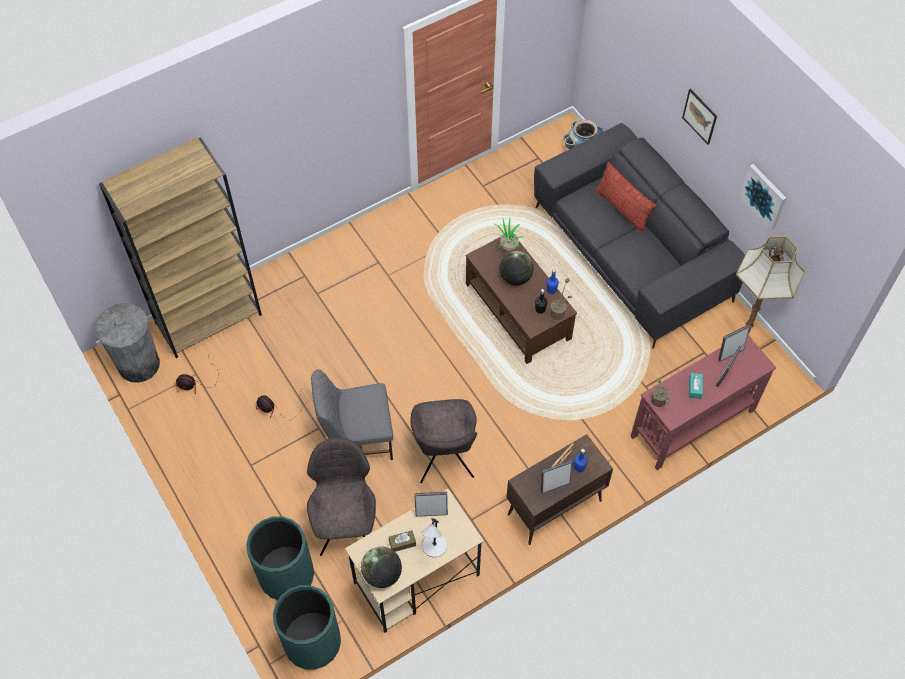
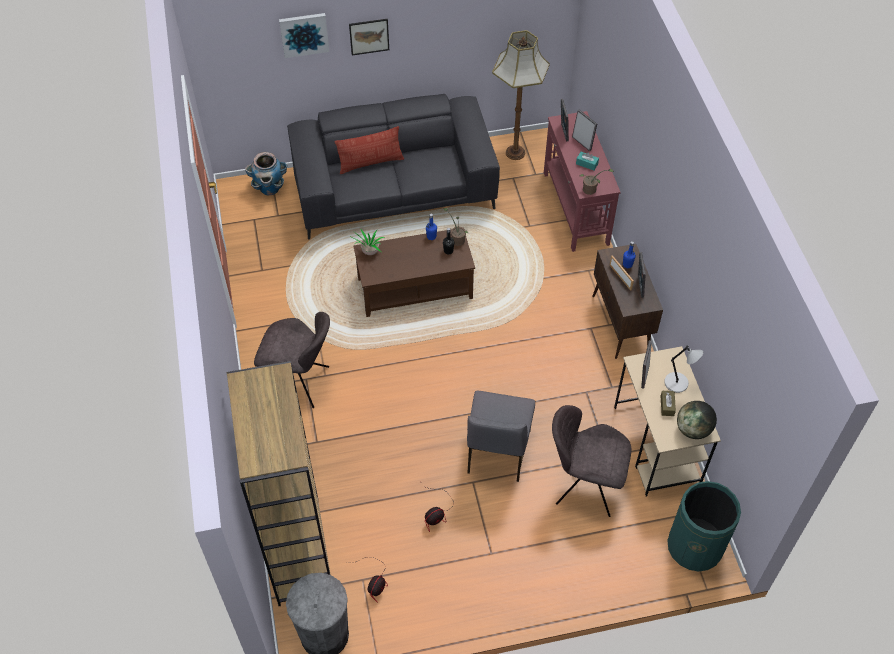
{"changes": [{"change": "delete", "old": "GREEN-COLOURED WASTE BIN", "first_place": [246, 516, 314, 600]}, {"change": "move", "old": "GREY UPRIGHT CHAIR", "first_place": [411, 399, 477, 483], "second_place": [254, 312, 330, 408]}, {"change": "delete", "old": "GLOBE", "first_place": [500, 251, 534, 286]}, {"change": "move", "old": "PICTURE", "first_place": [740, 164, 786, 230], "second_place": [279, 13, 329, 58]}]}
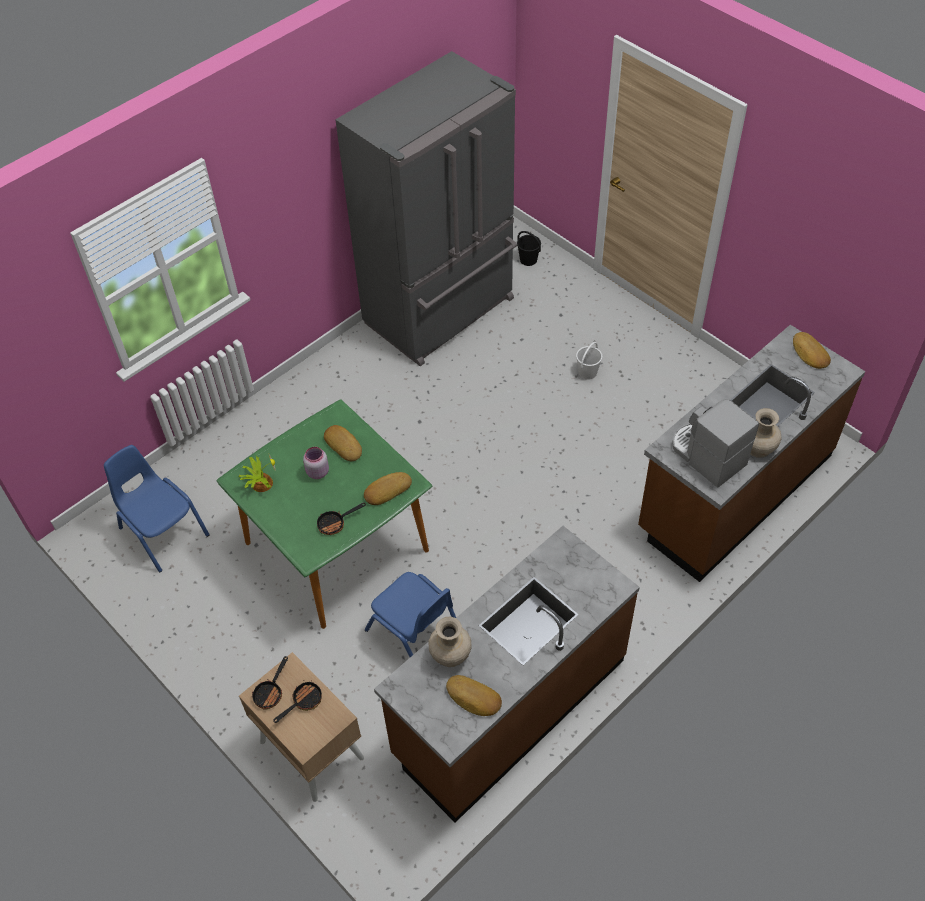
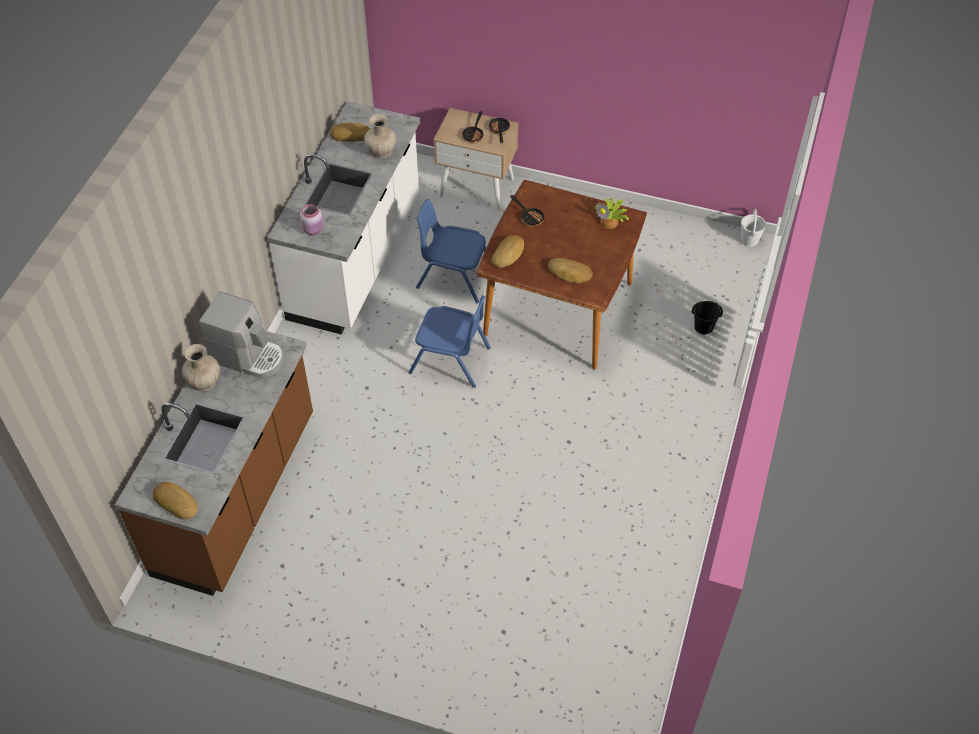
{"changes": [{"change": "move", "old": "BLUISH UPRIGHT CHAIR", "first_place": [104, 445, 209, 572], "second_place": [409, 296, 491, 388]}, {"change": "recolor", "old": "GREEN-COLOURED DINNER TABLE", "new": "BROWNISH DINNER TABLE", "first_place": [217, 399, 433, 629], "second_place": [476, 180, 647, 370]}, {"change": "move", "old": "PINK JAR", "first_place": [303, 447, 329, 479], "second_place": [300, 204, 323, 235]}, {"change": "rotate", "old": "PAN", "first_place": [317, 503, 366, 535], "second_place": [510, 195, 544, 227], "degrees": 105}, {"change": "delete", "old": "GREY REFRIGERATOR", "first_place": [335, 51, 517, 366]}, {"change": "recolor", "old": "BROWNISH KITCHEN COUNTER", "new": "WHITE KITCHEN COUNTER", "first_place": [374, 526, 640, 823], "second_place": [267, 102, 420, 334]}, {"change": "move", "old": "BLACK PAIL", "first_place": [517, 231, 541, 266], "second_place": [691, 301, 723, 335]}, {"change": "move", "old": "WHITE PAIL", "first_place": [576, 342, 602, 380], "second_place": [741, 209, 766, 246]}]}
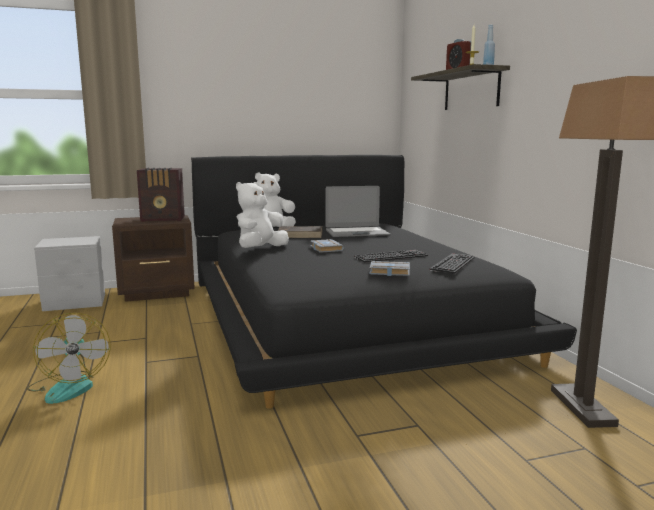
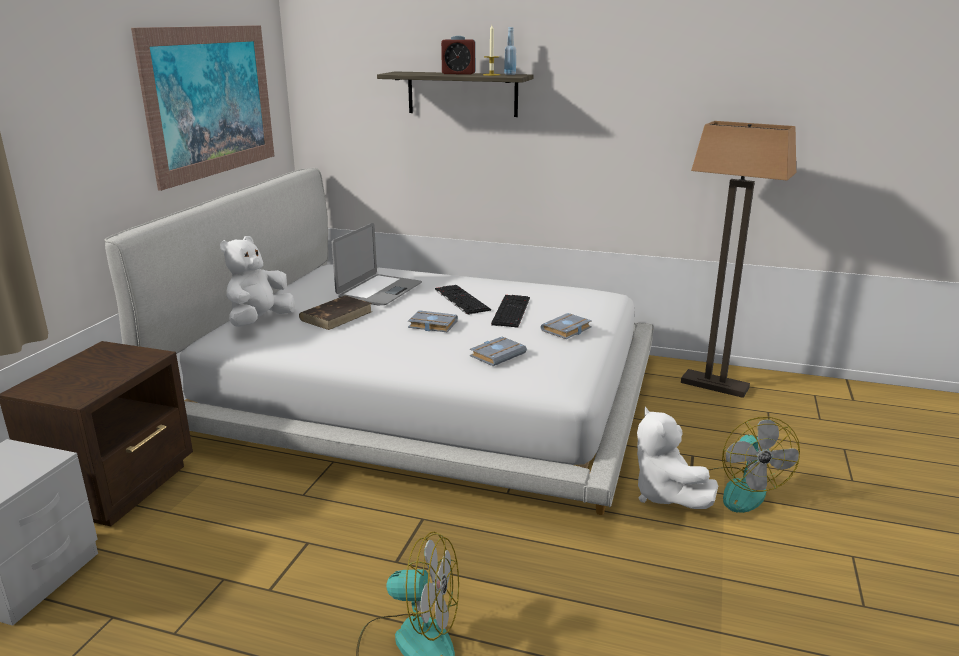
{"changes": [{"change": "delete", "old": "RADIO RECEIVER", "first_place": [137, 168, 185, 222]}, {"change": "recolor", "old": "BLACK BEDROOM BED", "new": "WHITE BEDROOM BED", "first_place": [191, 155, 577, 409], "second_place": [105, 167, 654, 515]}, {"change": "move", "old": "WHITE CUDDLY TOY", "first_place": [236, 182, 289, 248], "second_place": [637, 407, 718, 509]}, {"change": "move", "old": "COMPUTER KEYBOARD", "first_place": [430, 254, 475, 274], "second_place": [435, 285, 491, 315]}, {"change": "insert", "new": "PICTURE", "second_place": [131, 25, 274, 191]}, {"change": "insert", "new": "GREY VOLUME", "second_place": [470, 336, 527, 366]}, {"change": "insert", "new": "COOLING FAN", "second_place": [709, 417, 800, 513]}]}
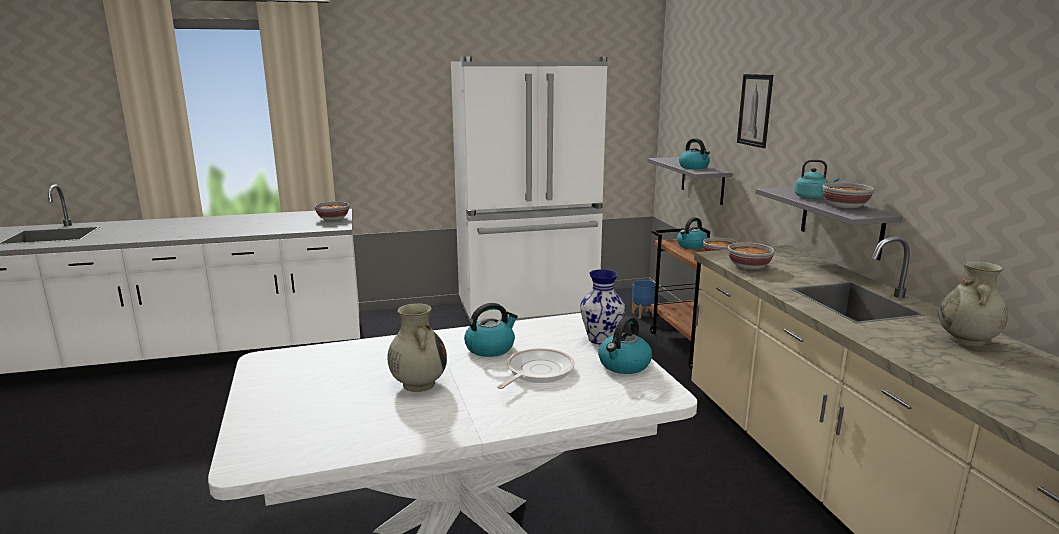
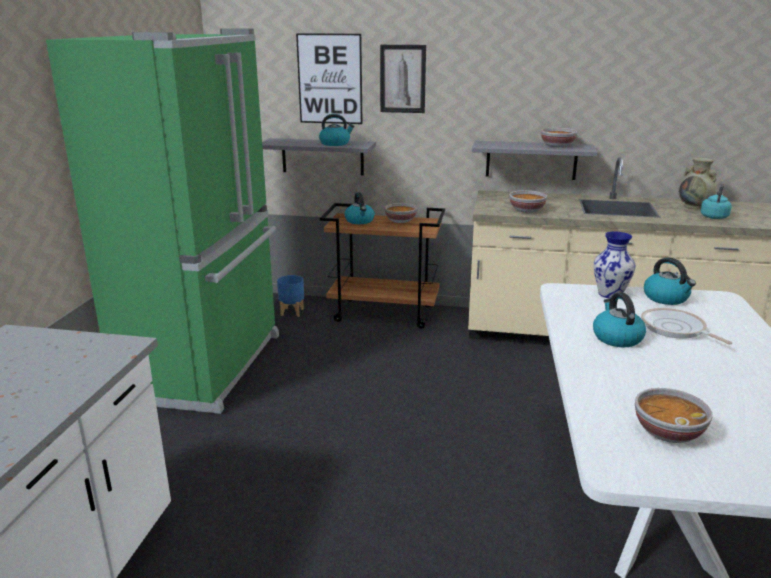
{"changes": [{"change": "move", "old": "SERVING BOWL", "first_place": [314, 202, 349, 221], "second_place": [635, 388, 712, 443]}, {"change": "delete", "old": "BEIGE DECORATIVE VASE", "first_place": [387, 303, 447, 392]}, {"change": "recolor", "old": "WHITE REFRIGERATOR", "new": "GREEN-COLOURED REFRIGERATOR", "first_place": [451, 56, 608, 322], "second_place": [46, 29, 279, 414]}, {"change": "move", "old": "TURQUOISE TEA KETTLE", "first_place": [794, 160, 839, 199], "second_place": [700, 184, 732, 219]}, {"change": "insert", "new": "PICTURE", "second_place": [296, 33, 363, 124]}]}
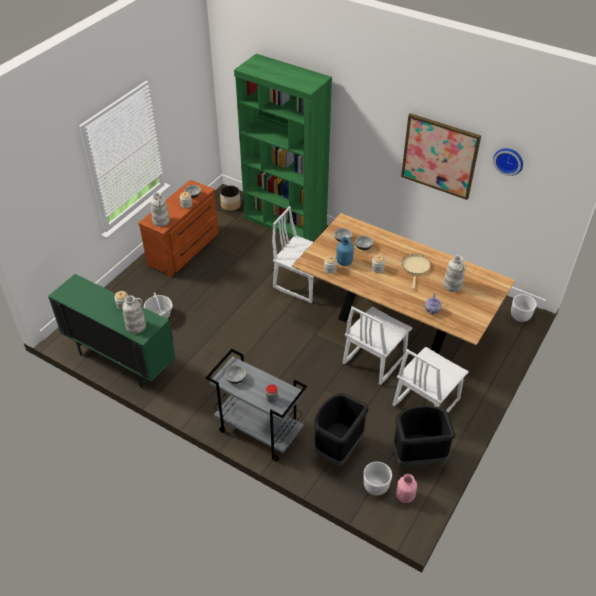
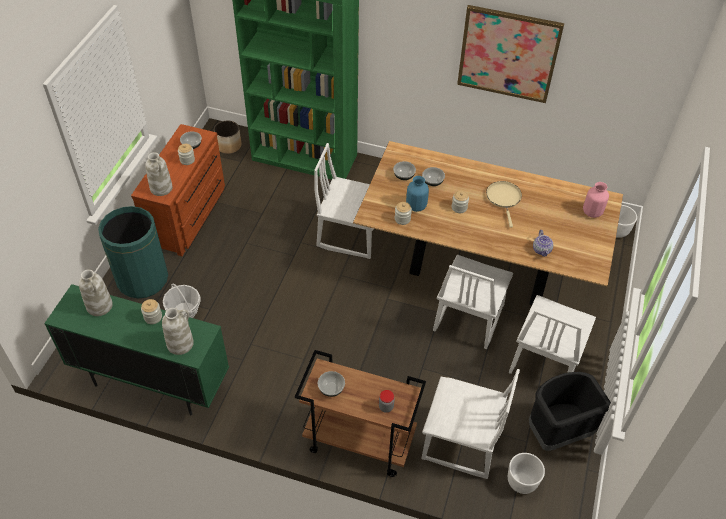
{"changes": [{"change": "recolor", "old": "GREY WHEELED CART", "new": "BROWNISH WHEELED CART", "first_place": [206, 349, 307, 462], "second_place": [295, 350, 426, 477]}, {"change": "replace", "old": "BLACK WASTE BIN", "new": "WHITE UPRIGHT CHAIR", "first_place": [314, 393, 368, 466], "second_place": [422, 369, 520, 479]}, {"change": "move", "old": "PINK DECORATIVE VASE", "first_place": [396, 474, 417, 503], "second_place": [583, 182, 609, 218]}, {"change": "move", "old": "WHITE DECORATIVE VASE", "first_place": [443, 255, 465, 292], "second_place": [79, 270, 113, 316]}, {"change": "delete", "old": "HANGING CLOCK", "first_place": [493, 148, 523, 176]}, {"change": "insert", "new": "GREEN-COLOURED WASTE BIN", "second_place": [98, 206, 168, 299]}]}
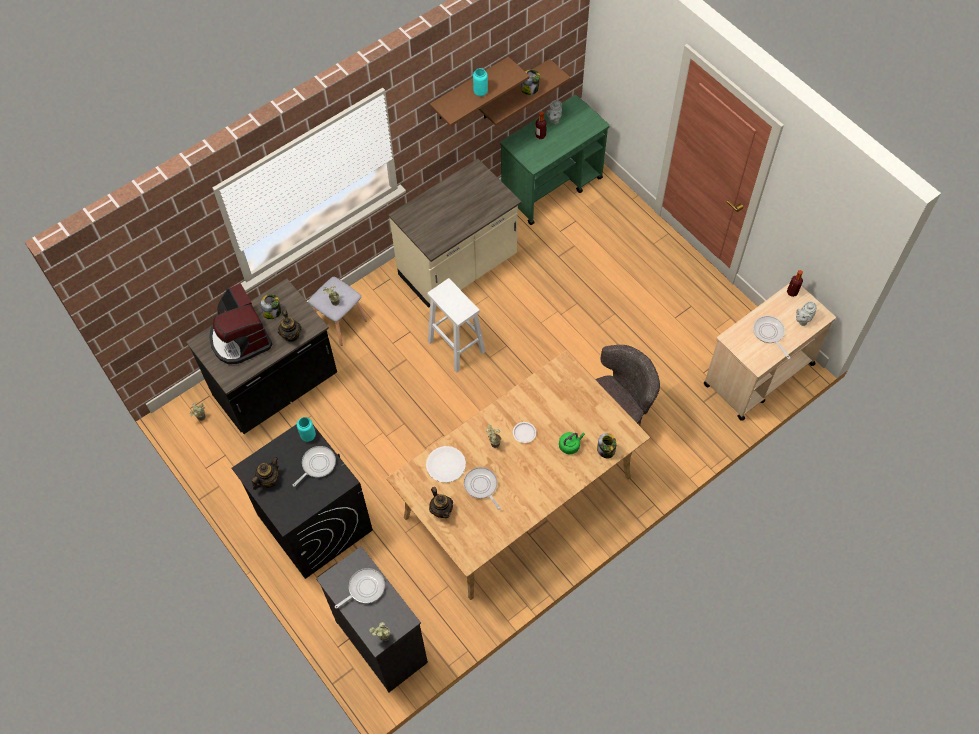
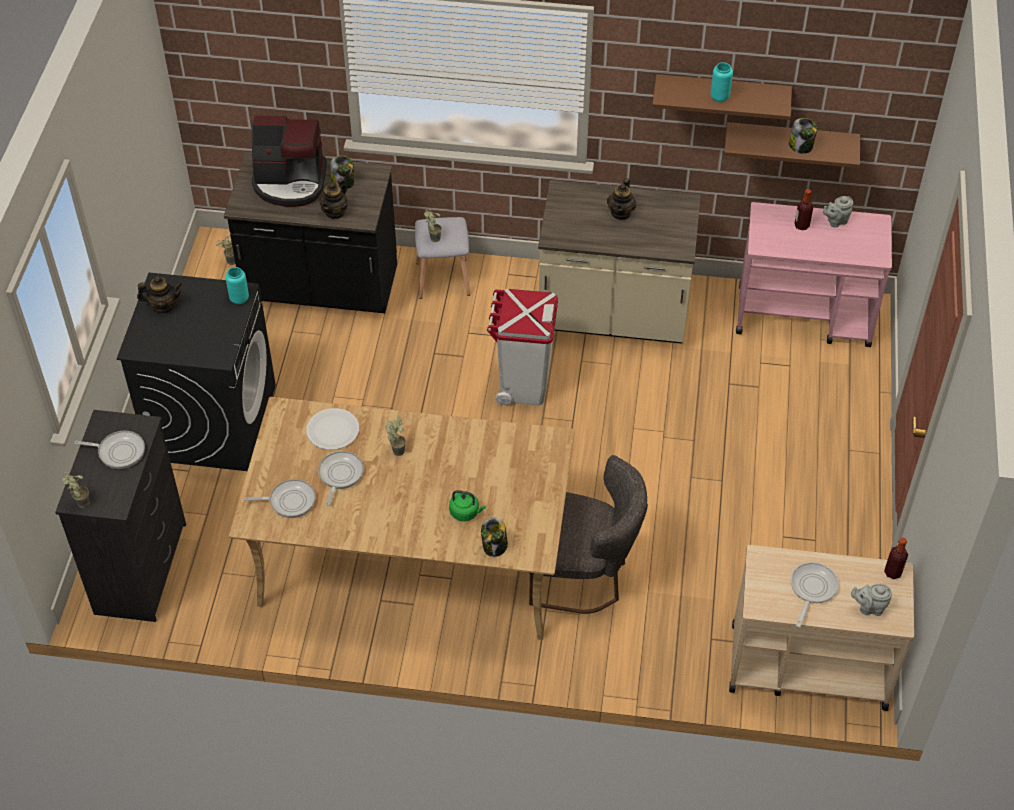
{"changes": [{"change": "rotate", "old": "COFFEE BREWER", "first_place": [209, 283, 272, 364], "second_place": [252, 115, 327, 207], "degrees": -105}, {"change": "move", "old": "PAN", "first_place": [293, 446, 336, 487], "second_place": [244, 479, 316, 518]}, {"change": "replace", "old": "WHITE STOOL", "new": "WHITE WASTE BIN", "first_place": [427, 278, 486, 372], "second_place": [487, 289, 558, 405]}, {"change": "move", "old": "TEAPOT", "first_place": [429, 487, 453, 518], "second_place": [607, 178, 636, 220]}, {"change": "recolor", "old": "GREEN-COLOURED WHEELED CART", "new": "PINK WHEELED CART", "first_place": [500, 95, 610, 225], "second_place": [736, 202, 892, 347]}, {"change": "delete", "old": "WHITE FLAT DISH", "first_place": [513, 422, 536, 443]}]}
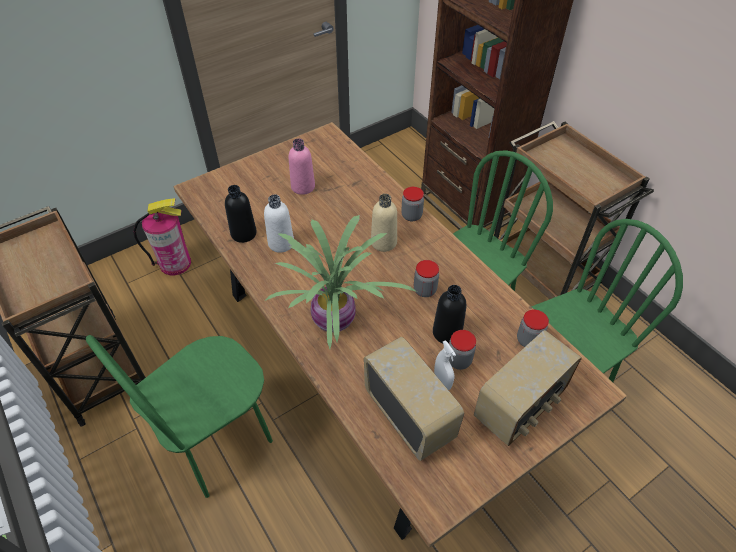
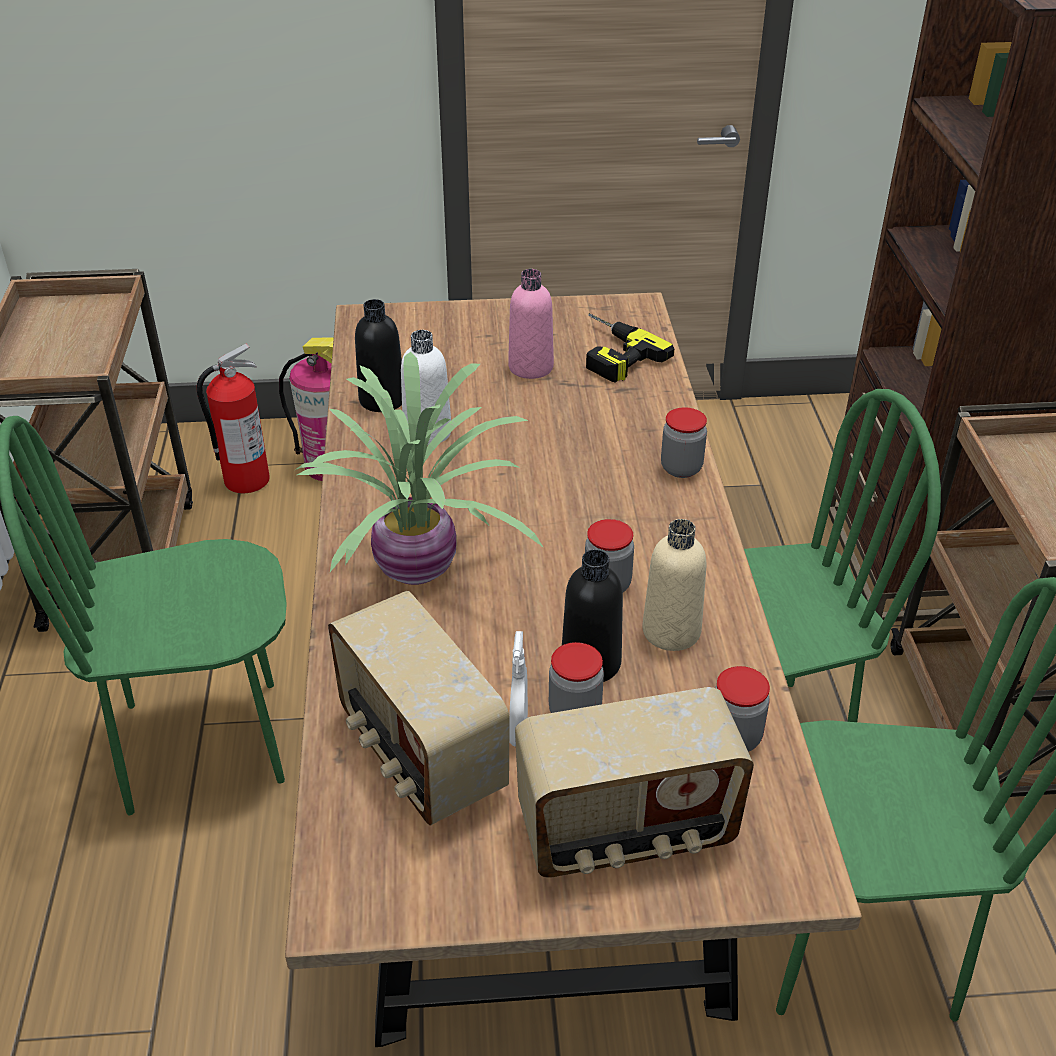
{"changes": [{"change": "rotate", "old": "RADIO RECEIVER", "first_place": [364, 337, 464, 461], "second_place": [328, 591, 510, 826], "degrees": 150}, {"change": "move", "old": "BEIGE BEVERAGE BOTTLE", "first_place": [371, 194, 397, 252], "second_place": [642, 519, 706, 651]}, {"change": "insert", "new": "FIRE-FIGHTING CYLINDER", "second_place": [197, 343, 270, 493]}, {"change": "insert", "new": "DRILL", "second_place": [586, 313, 675, 382]}]}
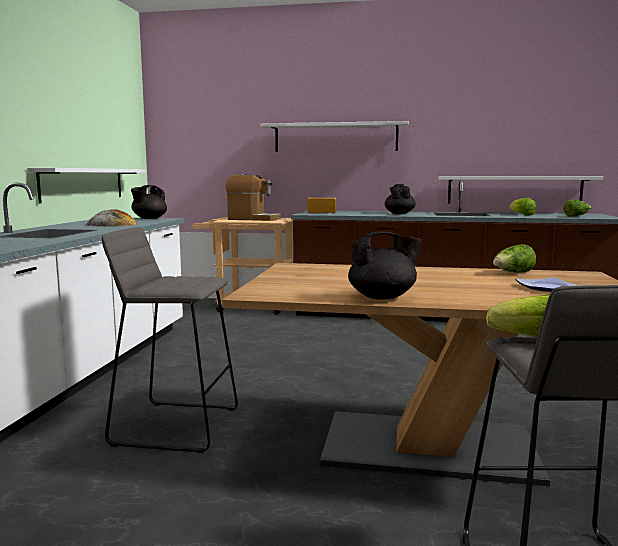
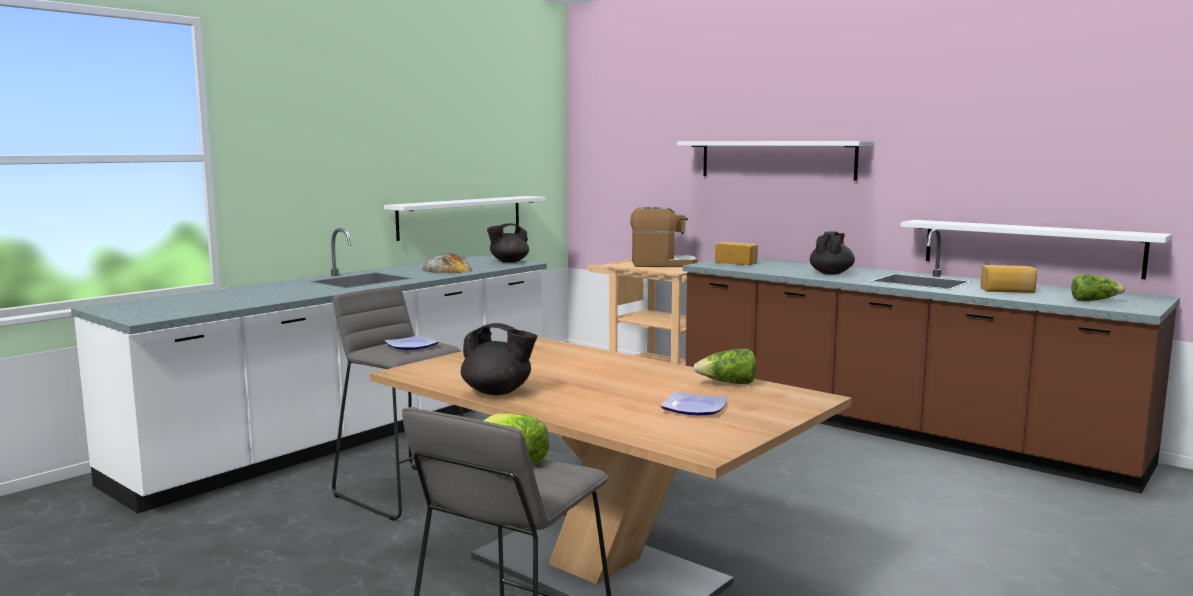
{"changes": [{"change": "rotate", "old": "COFFEE BREWER", "first_place": [225, 174, 281, 221], "second_place": [630, 206, 697, 267], "degrees": -45}, {"change": "replace", "old": "LETTUCE", "new": "BAKED BREAD", "first_place": [509, 198, 536, 216], "second_place": [980, 265, 1037, 293]}, {"change": "insert", "new": "FLAT DISH", "second_place": [385, 335, 439, 350]}]}
